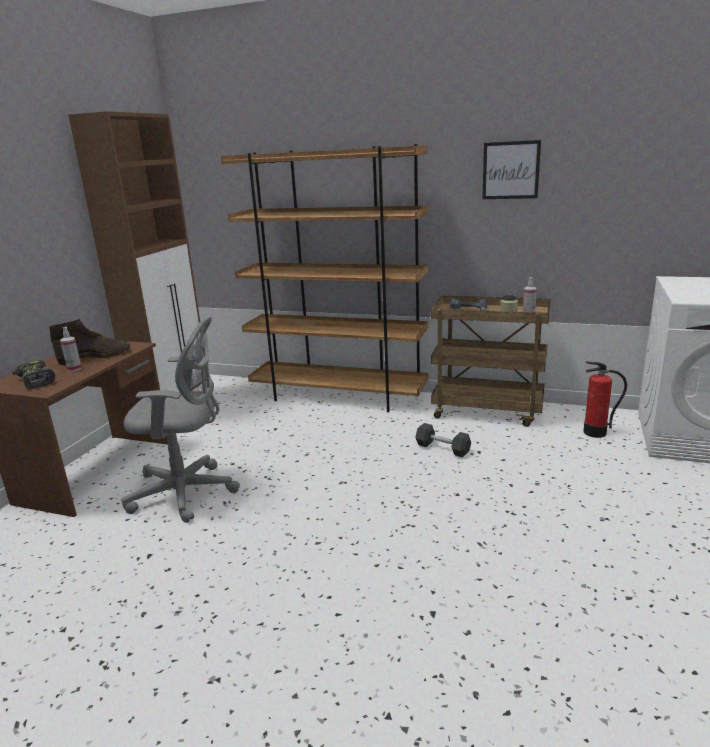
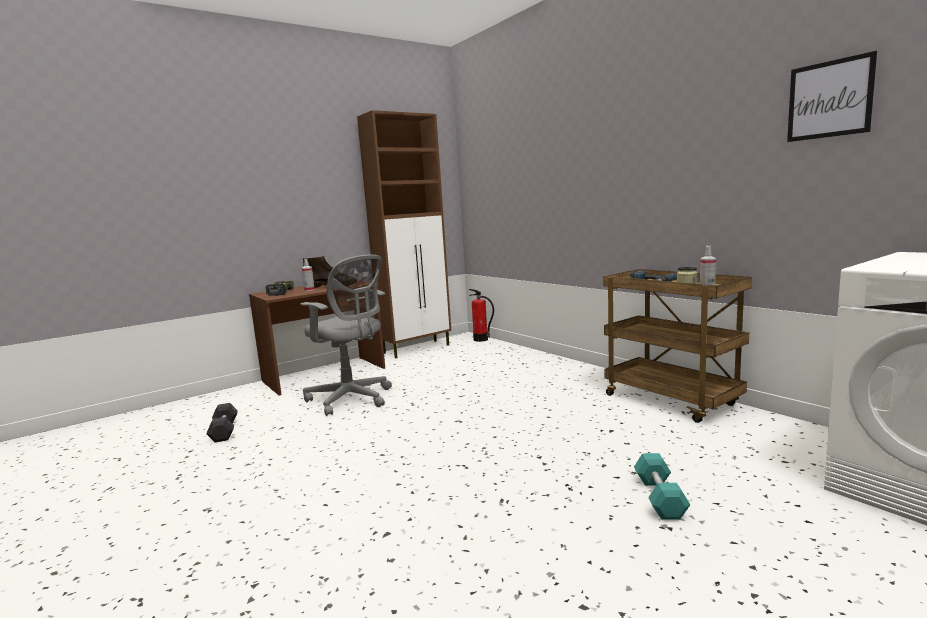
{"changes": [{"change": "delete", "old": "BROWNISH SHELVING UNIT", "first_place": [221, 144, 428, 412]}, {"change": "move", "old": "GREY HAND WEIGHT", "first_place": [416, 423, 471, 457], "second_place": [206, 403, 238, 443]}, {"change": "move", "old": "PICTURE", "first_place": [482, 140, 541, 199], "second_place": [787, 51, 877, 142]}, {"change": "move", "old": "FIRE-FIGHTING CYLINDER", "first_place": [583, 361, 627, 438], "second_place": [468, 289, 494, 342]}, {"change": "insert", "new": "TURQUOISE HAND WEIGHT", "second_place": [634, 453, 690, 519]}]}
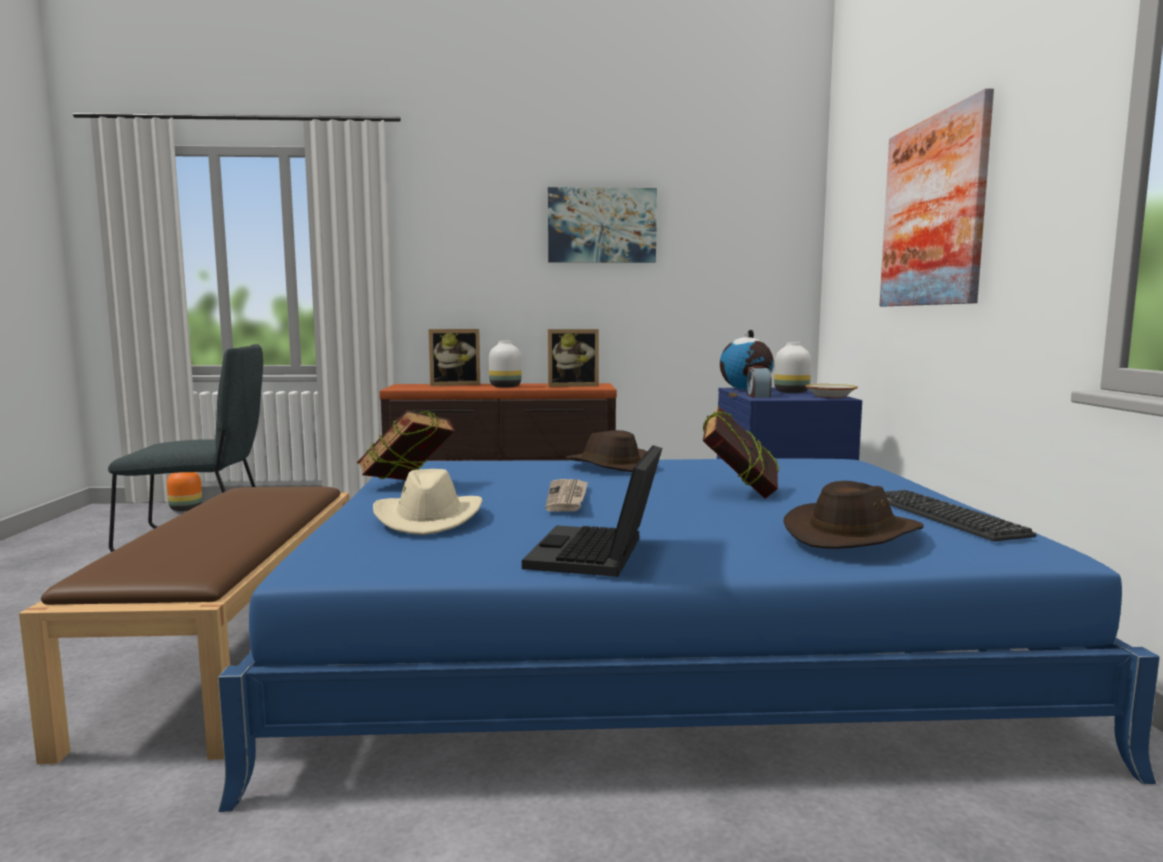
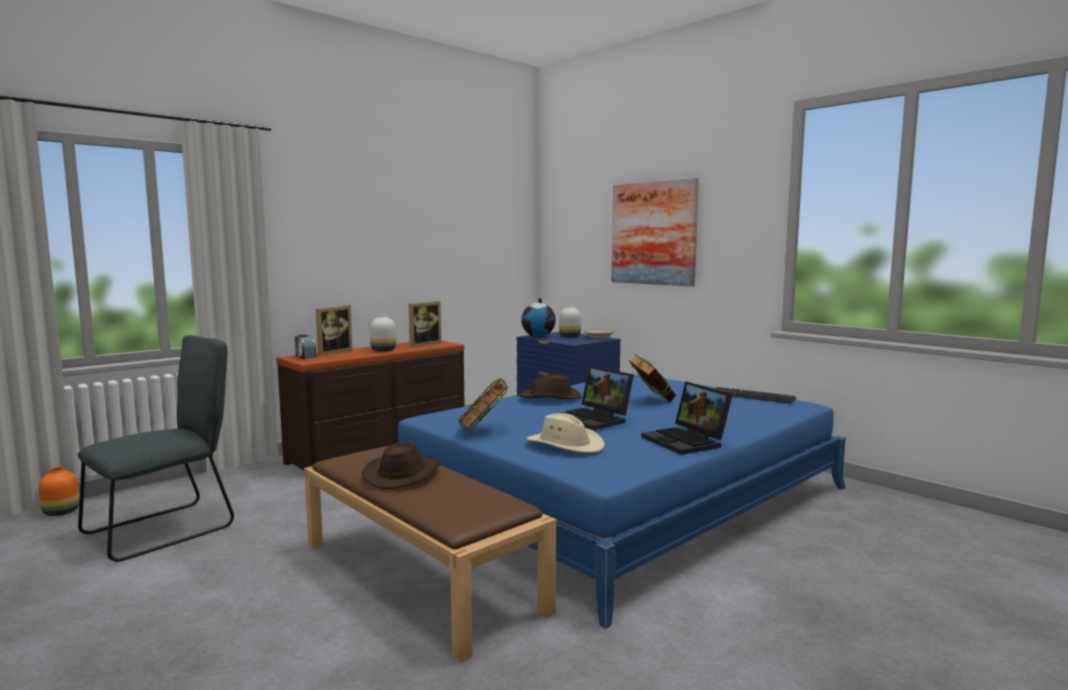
{"changes": [{"change": "replace", "old": "DAILY PAPER", "new": "LAPTOP", "first_place": [545, 479, 588, 512], "second_place": [562, 366, 634, 430]}, {"change": "delete", "old": "PICTURE", "first_place": [548, 187, 657, 263]}, {"change": "move", "old": "ALARM CLOCK", "first_place": [747, 366, 772, 398], "second_place": [295, 334, 316, 359]}, {"change": "move", "old": "BROWNISH HAT", "first_place": [784, 481, 924, 549], "second_place": [362, 442, 441, 489]}]}
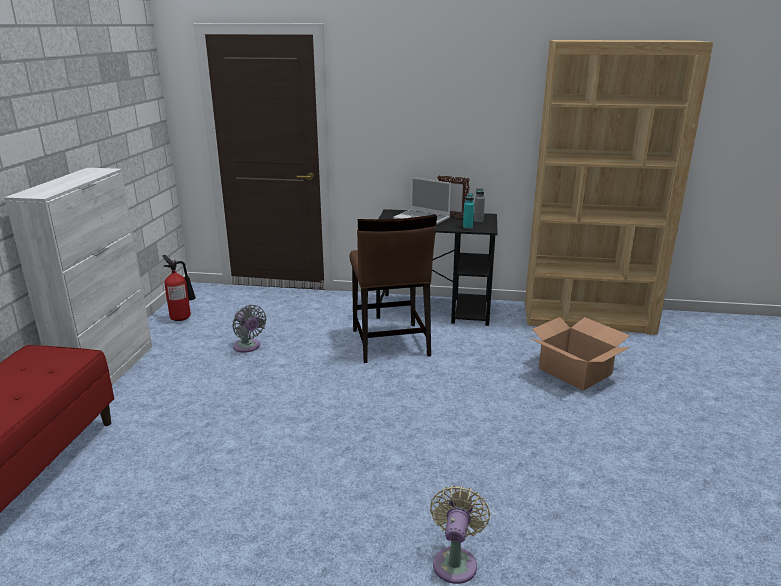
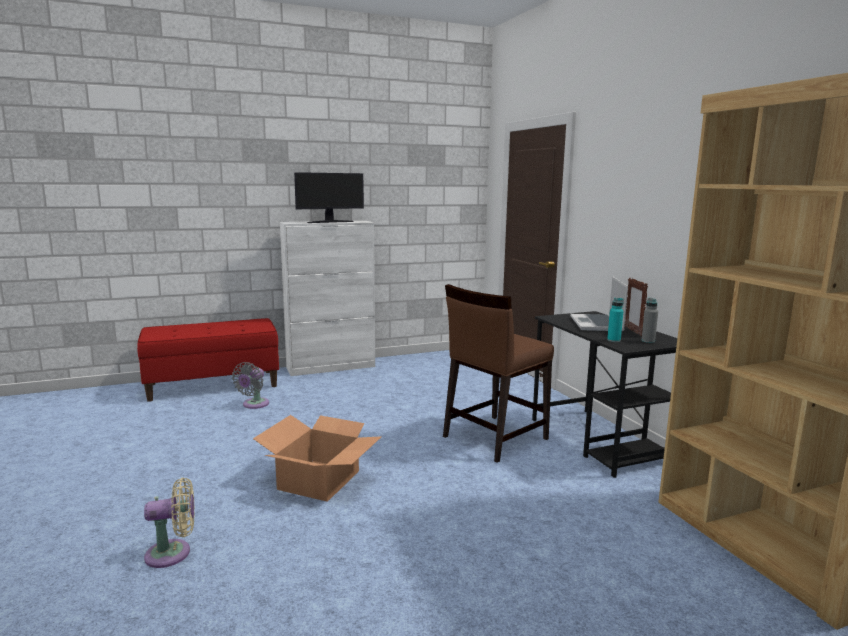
{"changes": [{"change": "delete", "old": "FIRE-FIGHTING CYLINDER", "first_place": [162, 255, 196, 321]}, {"change": "move", "old": "GREY COOLING FAN", "first_place": [232, 305, 267, 353], "second_place": [232, 362, 269, 409]}, {"change": "move", "old": "PACKING BOX", "first_place": [529, 317, 630, 391], "second_place": [253, 415, 382, 502]}, {"change": "insert", "new": "MONITOR", "second_place": [294, 172, 364, 223]}]}
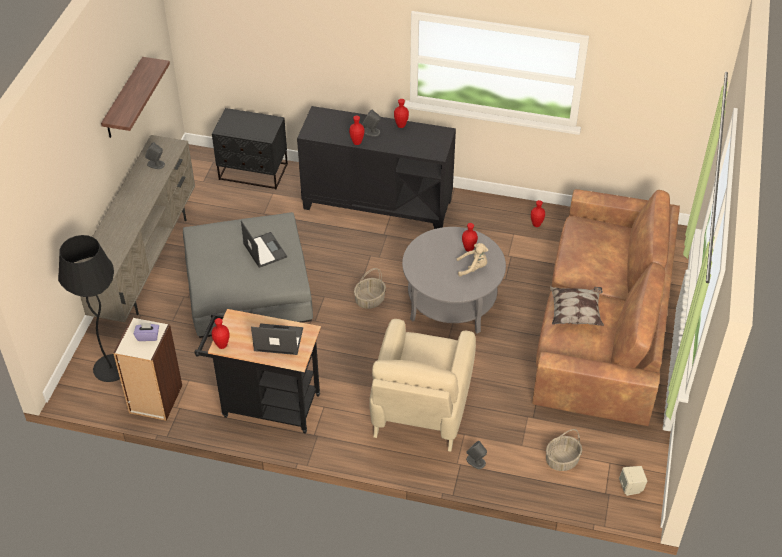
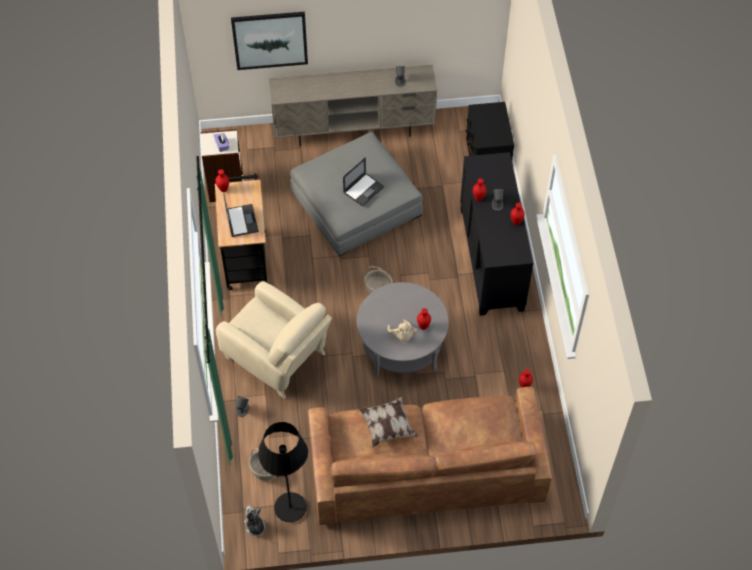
{"changes": [{"change": "move", "old": "BLACK STANDARD LAMP", "first_place": [58, 235, 120, 382], "second_place": [258, 422, 308, 522]}, {"change": "delete", "old": "WALL SHELF", "first_place": [101, 57, 170, 138]}, {"change": "rotate", "old": "BEIGE LOUNGE CHAIR", "first_place": [369, 319, 476, 452], "second_place": [216, 281, 332, 399], "degrees": -135}, {"change": "replace", "old": "BEIGE SPEAKER", "new": "CUDDLY TOY", "first_place": [619, 466, 647, 496], "second_place": [244, 505, 265, 536]}, {"change": "insert", "new": "PICTURE", "second_place": [231, 12, 308, 70]}]}
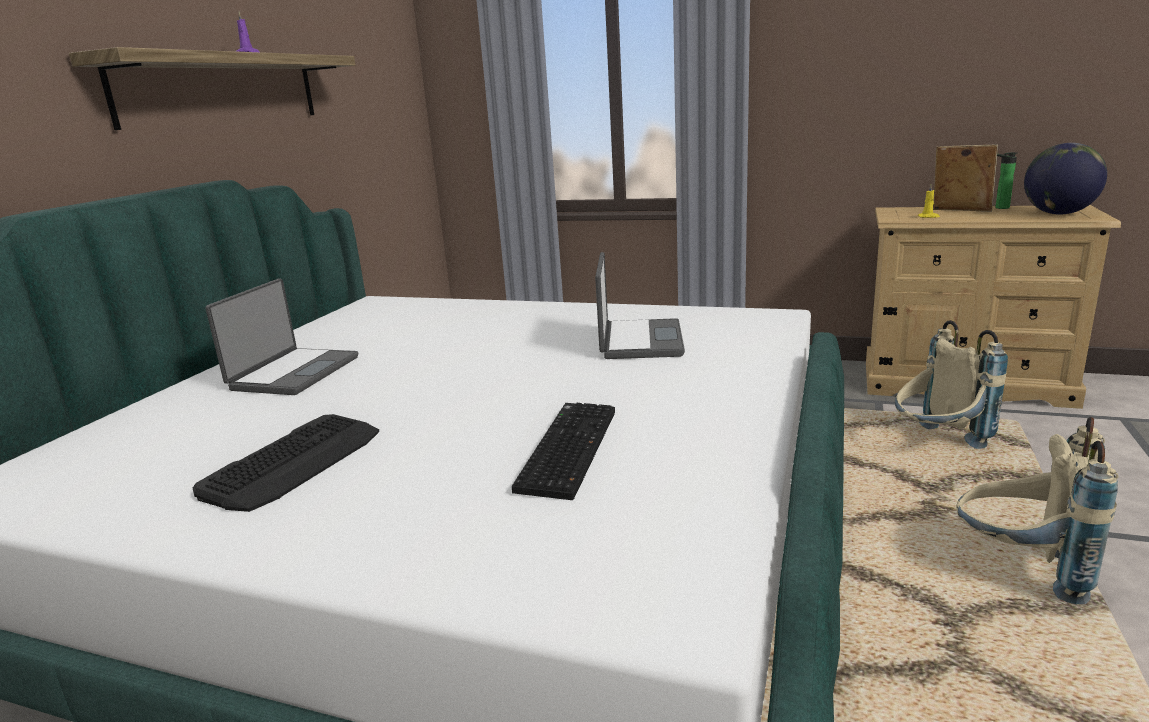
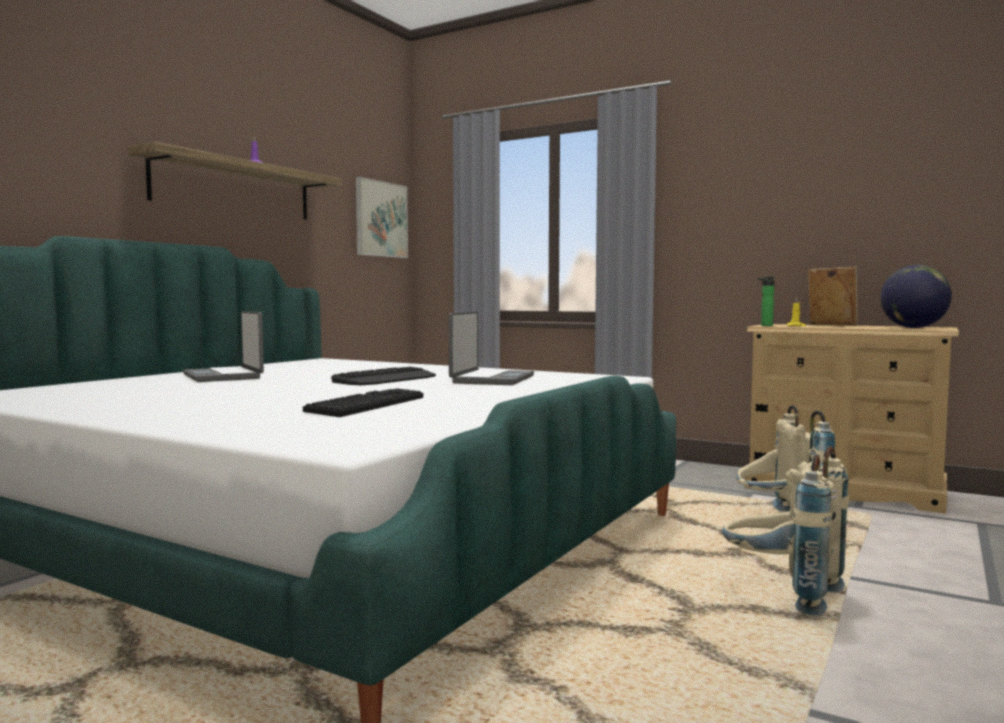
{"changes": [{"change": "move", "old": "COMPUTER KEYBOARD", "first_place": [193, 414, 379, 512], "second_place": [331, 367, 436, 385]}, {"change": "rotate", "old": "LAPTOP", "first_place": [205, 279, 358, 395], "second_place": [183, 311, 264, 382], "degrees": 120}, {"change": "move", "old": "BEVERAGE BOTTLE", "first_place": [995, 152, 1018, 209], "second_place": [757, 277, 775, 326]}, {"change": "insert", "new": "PICTURE", "second_place": [356, 177, 408, 258]}]}
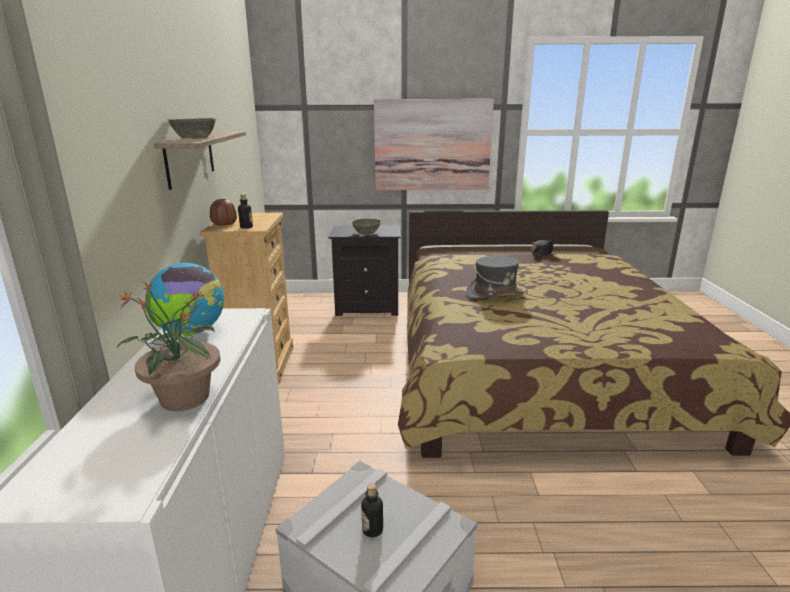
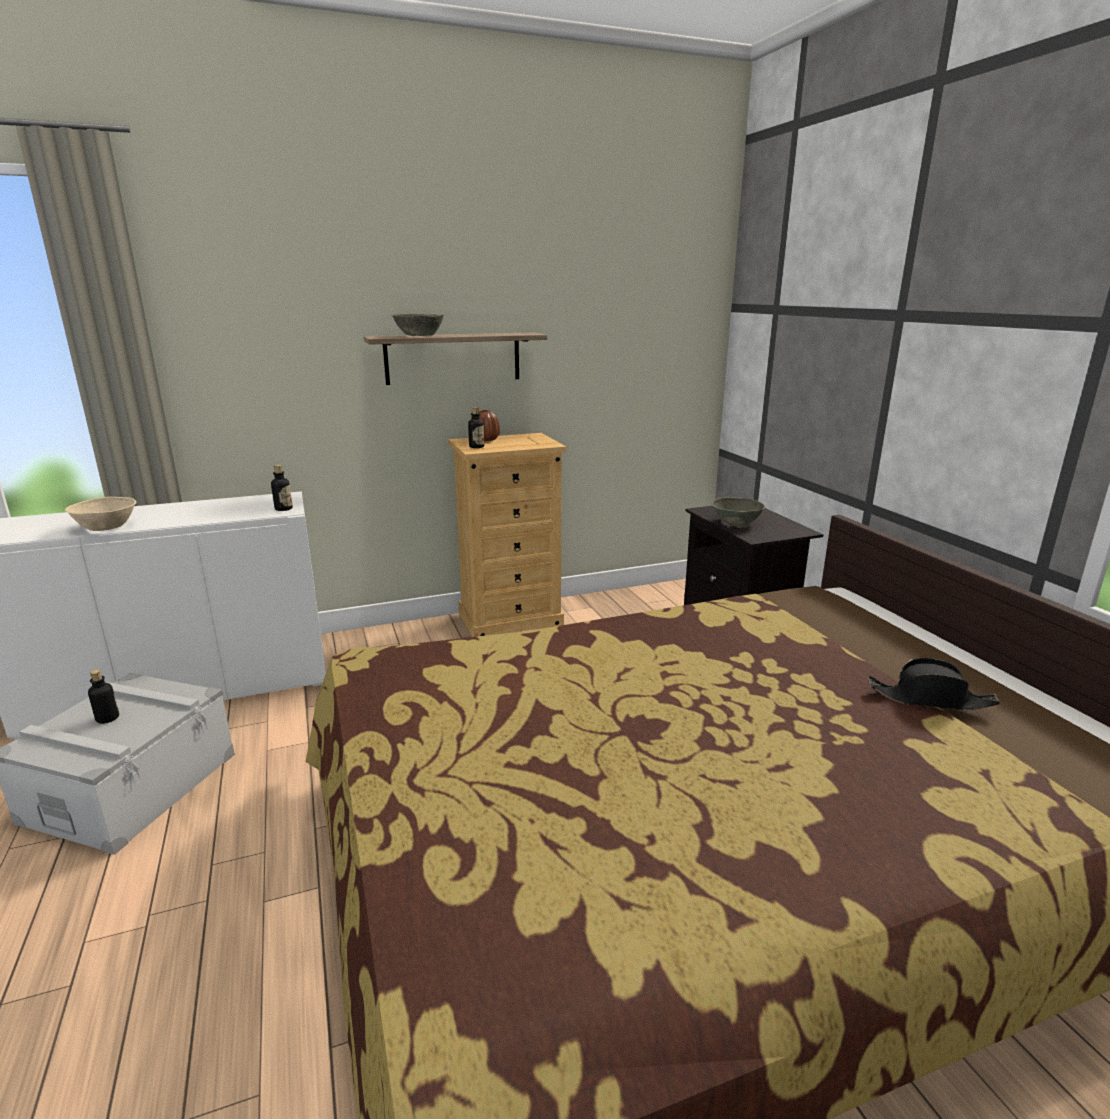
{"changes": [{"change": "replace", "old": "PLANT IN A POT", "new": "BEIGE SERVING BOWL", "first_place": [117, 282, 221, 411], "second_place": [65, 497, 136, 531]}, {"change": "delete", "old": "GLOBE", "first_place": [145, 263, 224, 337]}, {"change": "delete", "old": "PICTURE", "first_place": [374, 99, 494, 190]}, {"change": "delete", "old": "GREY HAT", "first_place": [466, 256, 525, 299]}, {"change": "insert", "new": "BEVERAGE BOTTLE", "second_place": [271, 465, 293, 511]}]}
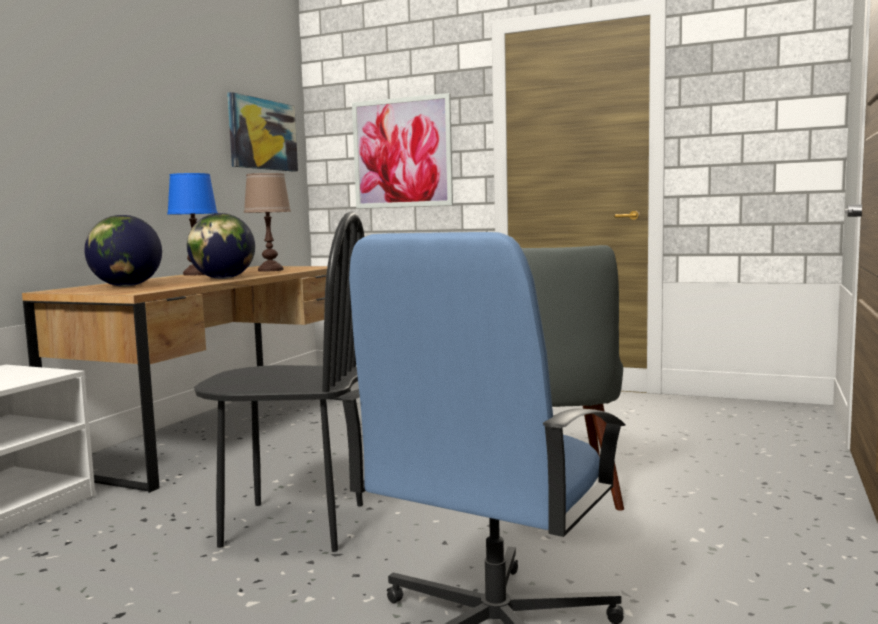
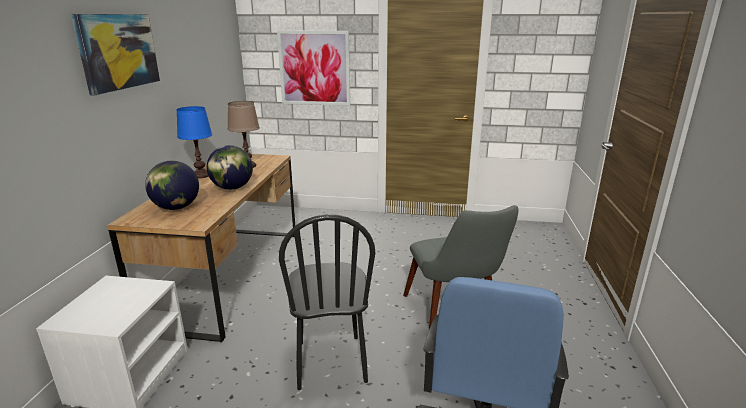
{"changes": [{"change": "rotate", "old": "BLACK UPRIGHT CHAIR", "first_place": [194, 211, 365, 552], "second_place": [279, 214, 375, 390], "degrees": 90}, {"change": "move", "old": "PICTURE", "first_place": [227, 92, 298, 172], "second_place": [71, 14, 160, 95]}]}
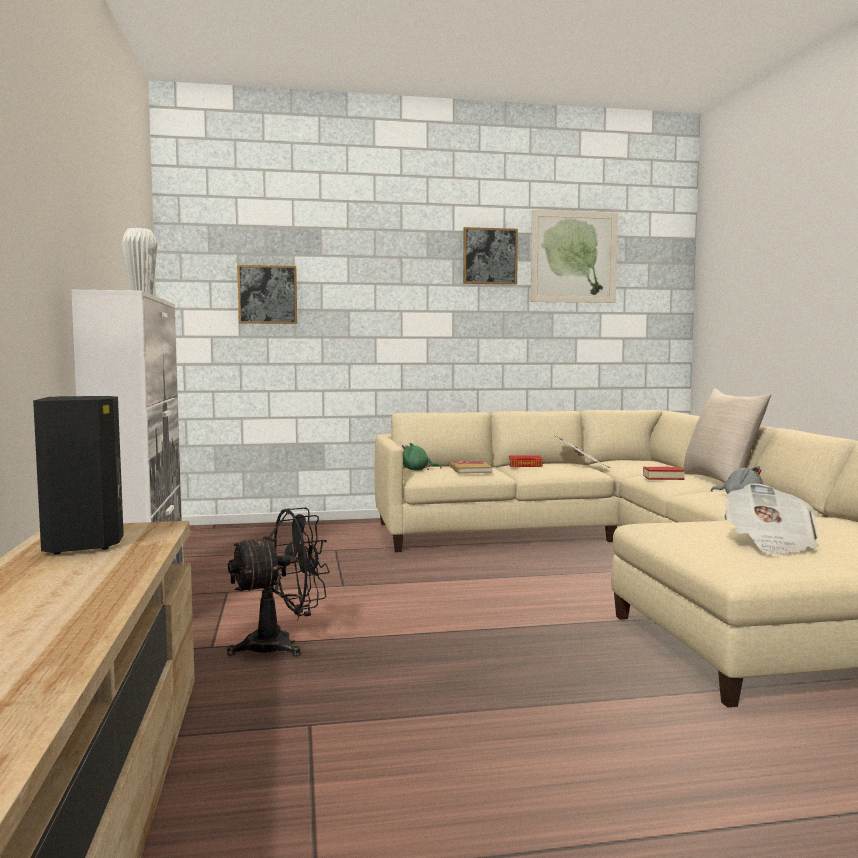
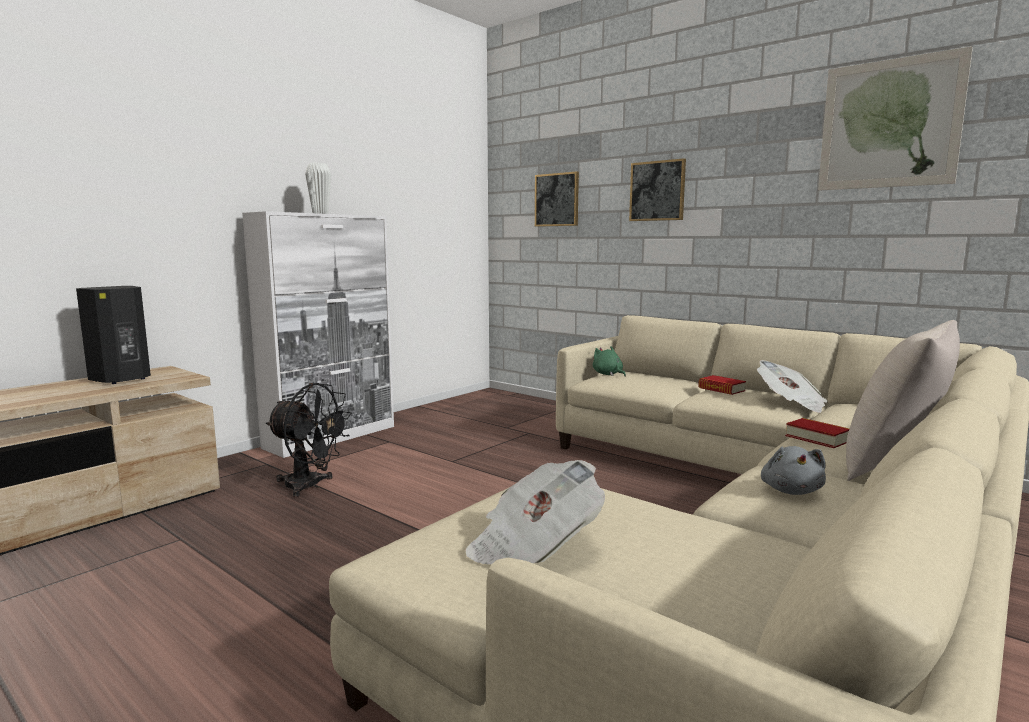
{"changes": [{"change": "delete", "old": "VOLUME", "first_place": [449, 460, 492, 474]}, {"change": "move", "old": "PICTURE", "first_place": [463, 227, 518, 285], "second_place": [629, 158, 686, 221]}]}
